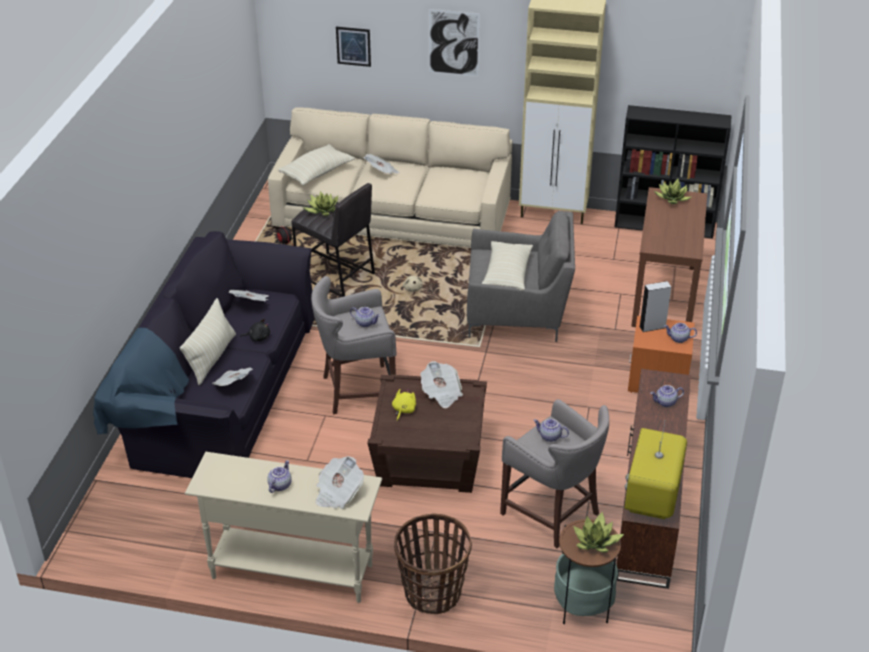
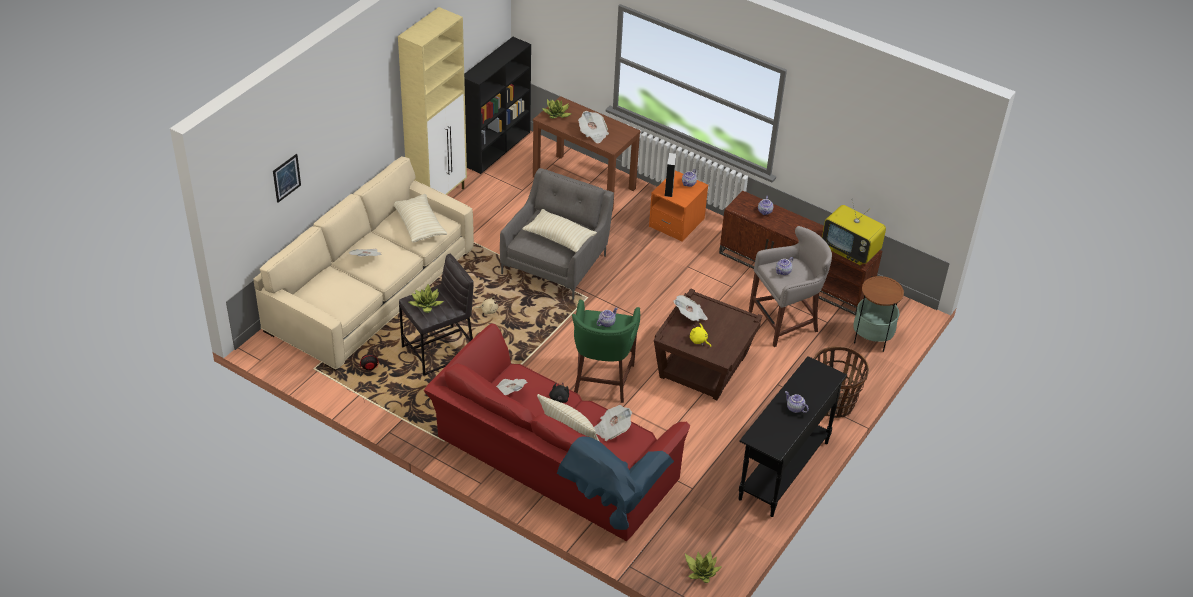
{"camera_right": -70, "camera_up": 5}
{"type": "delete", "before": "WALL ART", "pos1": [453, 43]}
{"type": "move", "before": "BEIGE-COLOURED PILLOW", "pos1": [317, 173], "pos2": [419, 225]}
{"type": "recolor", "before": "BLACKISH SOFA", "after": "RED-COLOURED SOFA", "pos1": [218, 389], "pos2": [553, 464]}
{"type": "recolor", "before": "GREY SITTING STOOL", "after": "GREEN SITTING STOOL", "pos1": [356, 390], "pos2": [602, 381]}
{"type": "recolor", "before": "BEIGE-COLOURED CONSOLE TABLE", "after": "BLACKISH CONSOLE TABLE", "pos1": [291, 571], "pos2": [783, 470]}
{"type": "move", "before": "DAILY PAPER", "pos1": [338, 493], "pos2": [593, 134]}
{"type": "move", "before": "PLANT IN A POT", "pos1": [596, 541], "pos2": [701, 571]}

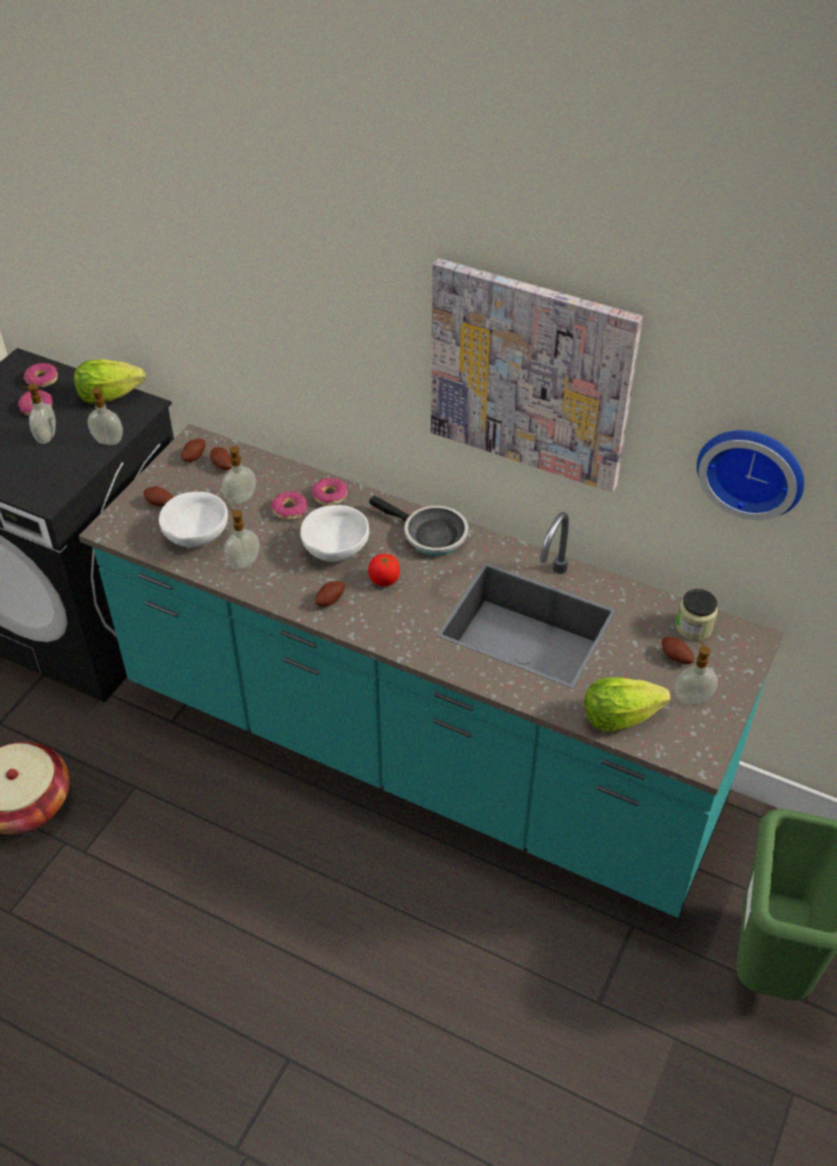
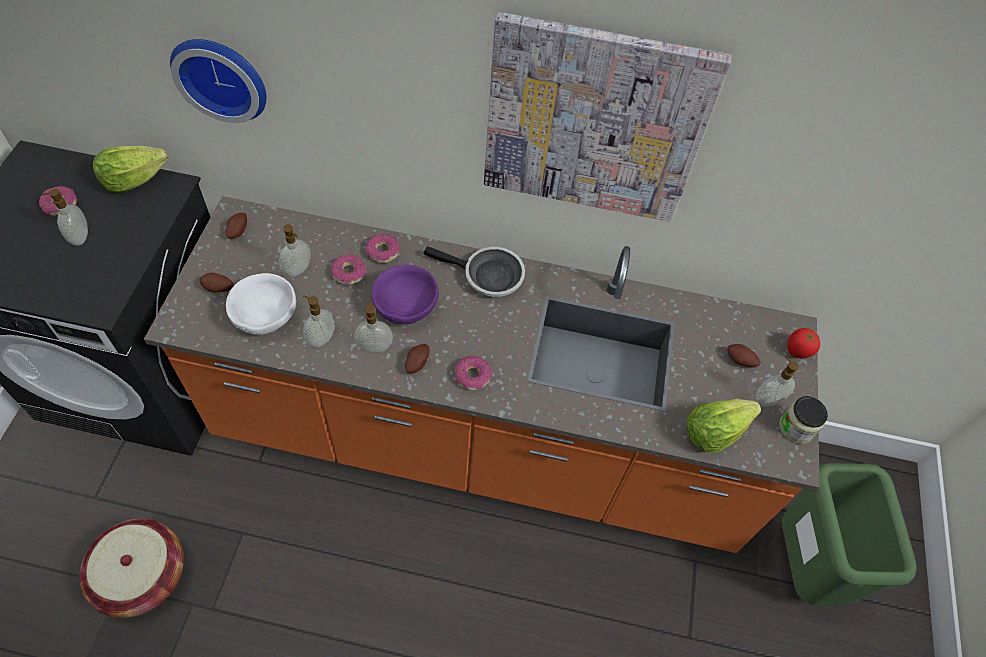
{"camera_right": -20, "camera_up": 10}
{"type": "move", "before": "DOUGHNUT", "pos1": [42, 380], "pos2": [472, 376]}
{"type": "move", "before": "SOAP BOTTLE", "pos1": [109, 440], "pos2": [375, 346]}
{"type": "recolor", "before": "TURQUOISE-COLOURED KITCHEN BASE UNIT", "after": "ORANGE-COLOURED KITCHEN BASE UNIT", "pos1": [418, 750], "pos2": [481, 441]}
{"type": "move", "before": "WALL CLOCK", "pos1": [752, 469], "pos2": [222, 76]}
{"type": "delete", "before": "SPUD", "pos1": [222, 466]}
{"type": "recolor", "before": "WHITISH DEEP DISH", "after": "PURPLISH DEEP DISH", "pos1": [335, 548], "pos2": [405, 306]}
{"type": "move", "before": "WHOLE TOMATO", "pos1": [384, 580], "pos2": [797, 351]}
{"type": "move", "before": "JAR", "pos1": [694, 627], "pos2": [796, 428]}

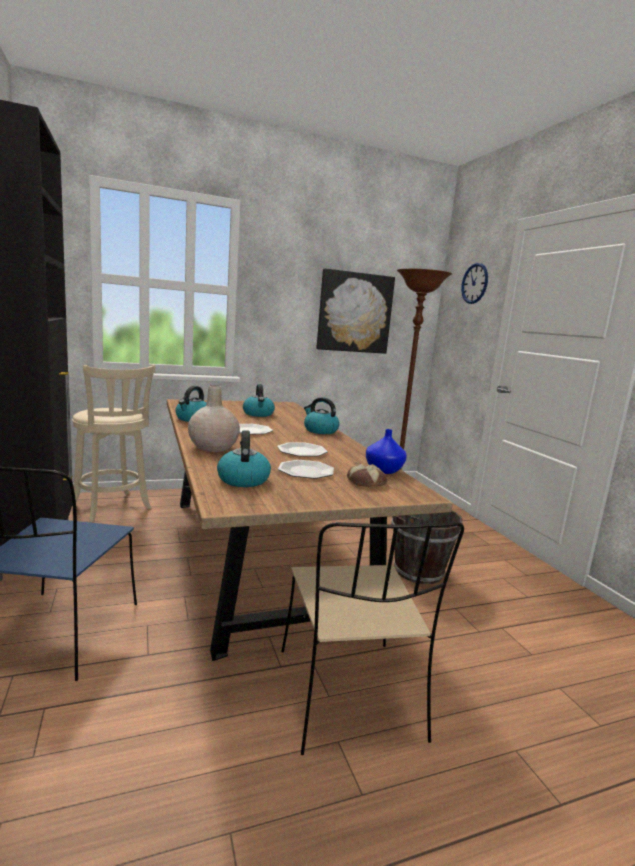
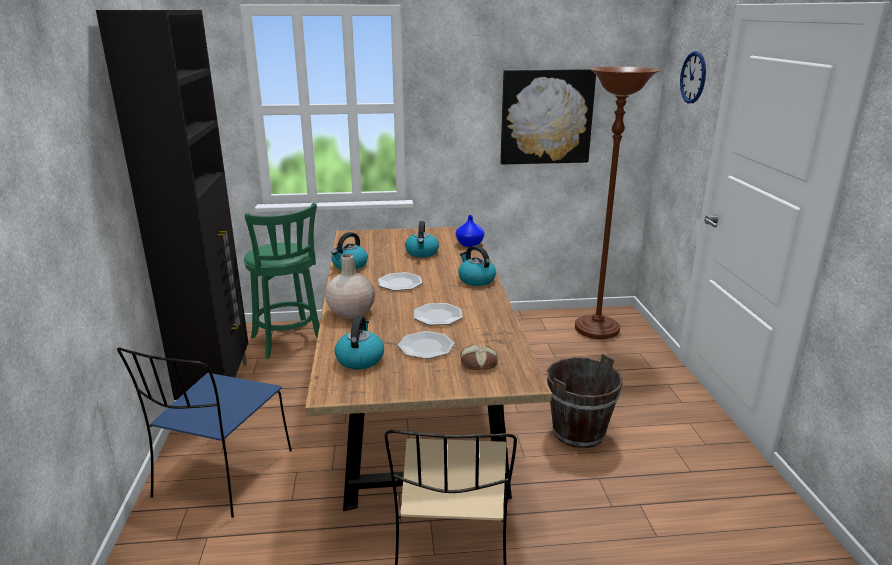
{"camera_right": 15, "camera_up": 10}
{"type": "recolor", "before": "BEIGE-COLOURED SITTING STOOL", "after": "GREEN SITTING STOOL", "pos1": [112, 508], "pos2": [289, 342]}
{"type": "move", "before": "BLUE VASE", "pos1": [384, 470], "pos2": [470, 244]}

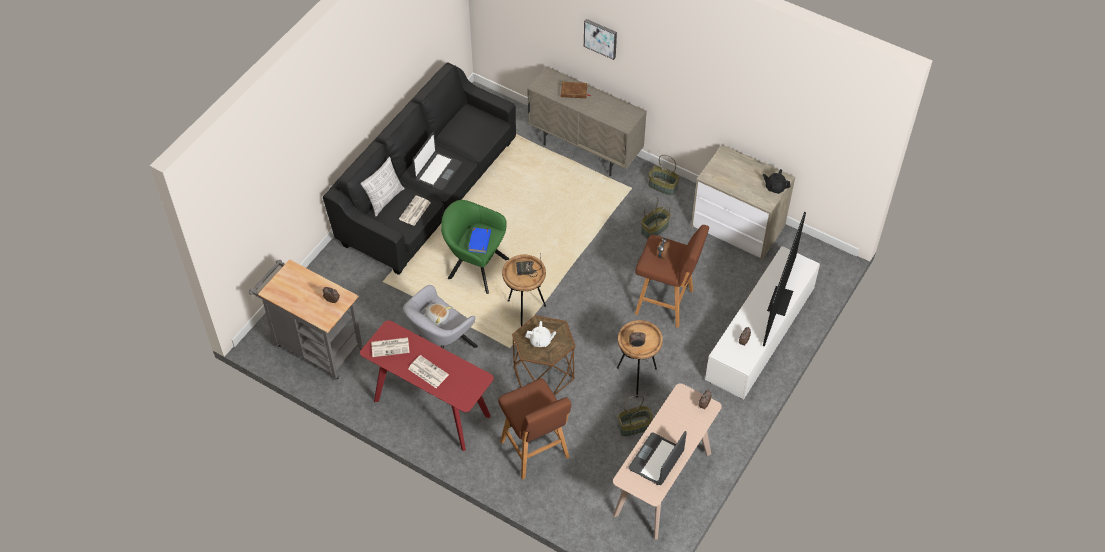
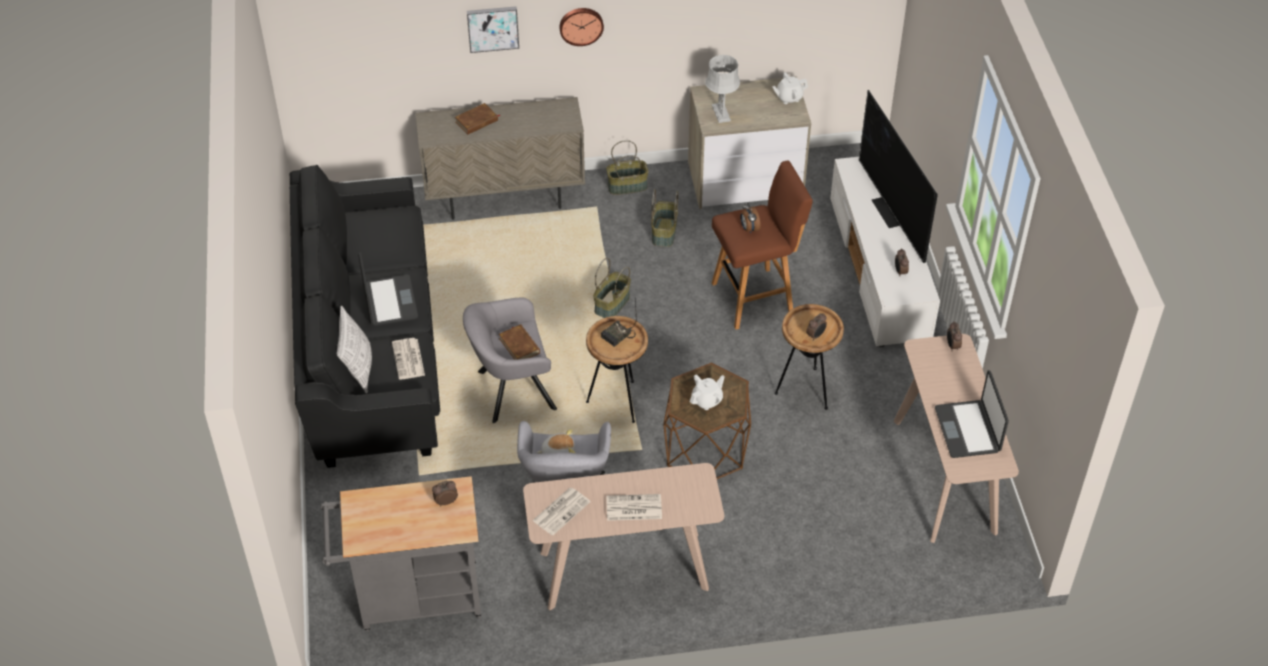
{"camera_right": -40, "camera_up": -5}
{"type": "recolor", "before": "BLACKISH POT FOR TEA", "after": "WHITISH POT FOR TEA", "pos1": [775, 187], "pos2": [789, 97]}
{"type": "recolor", "before": "GREEN ARMCHAIR", "after": "GREY ARMCHAIR", "pos1": [475, 267], "pos2": [511, 391]}
{"type": "recolor", "before": "BLUE BOOK", "after": "BROWNISH BOOK", "pos1": [480, 241], "pos2": [519, 345]}
{"type": "recolor", "before": "RED-COLOURED CONSOLE TABLE", "after": "BEIGE-COLOURED CONSOLE TABLE", "pos1": [431, 408], "pos2": [623, 571]}
{"type": "delete", "before": "BROWNISH SITTING STOOL", "pos1": [535, 451]}
{"type": "move", "before": "HOUSEHOLD BASKET", "pos1": [634, 426], "pos2": [612, 305]}
{"type": "insert", "after": "WALL CLOCK", "pos2": [581, 25]}
{"type": "insert", "after": "GREY TABLE LAMP", "pos2": [720, 113]}

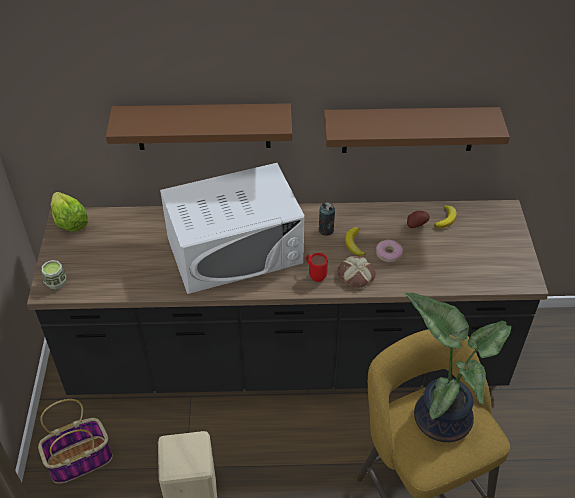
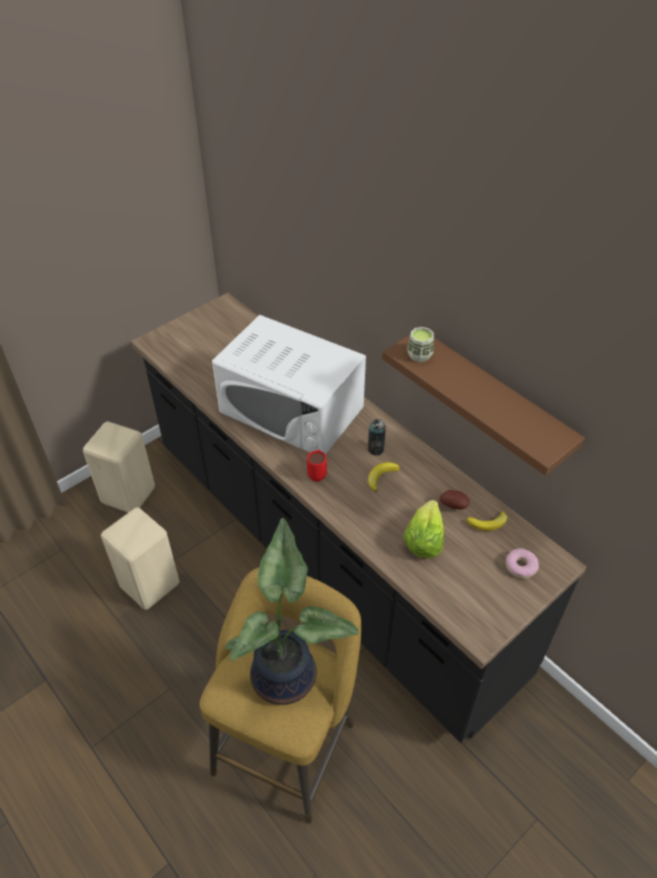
{"camera_right": 50, "camera_up": 0}
{"type": "delete", "before": "BROWNISH BRACKET SHELF", "pos1": [203, 126]}
{"type": "move", "before": "HEAD OF LETTUCE", "pos1": [69, 221], "pos2": [424, 539]}
{"type": "move", "before": "DOUGHNUT", "pos1": [388, 254], "pos2": [521, 566]}
{"type": "delete", "before": "BAKERY BREAD", "pos1": [355, 275]}
{"type": "move", "before": "CUP", "pos1": [56, 282], "pos2": [419, 355]}
{"type": "replace", "before": "HOUSEHOLD BASKET", "after": "BEIGE-COLOURED SITTING STOOL", "pos1": [80, 459], "pos2": [130, 494]}

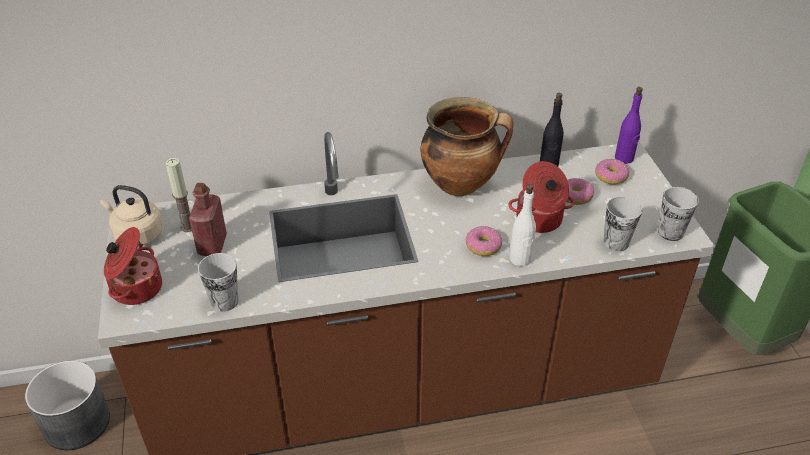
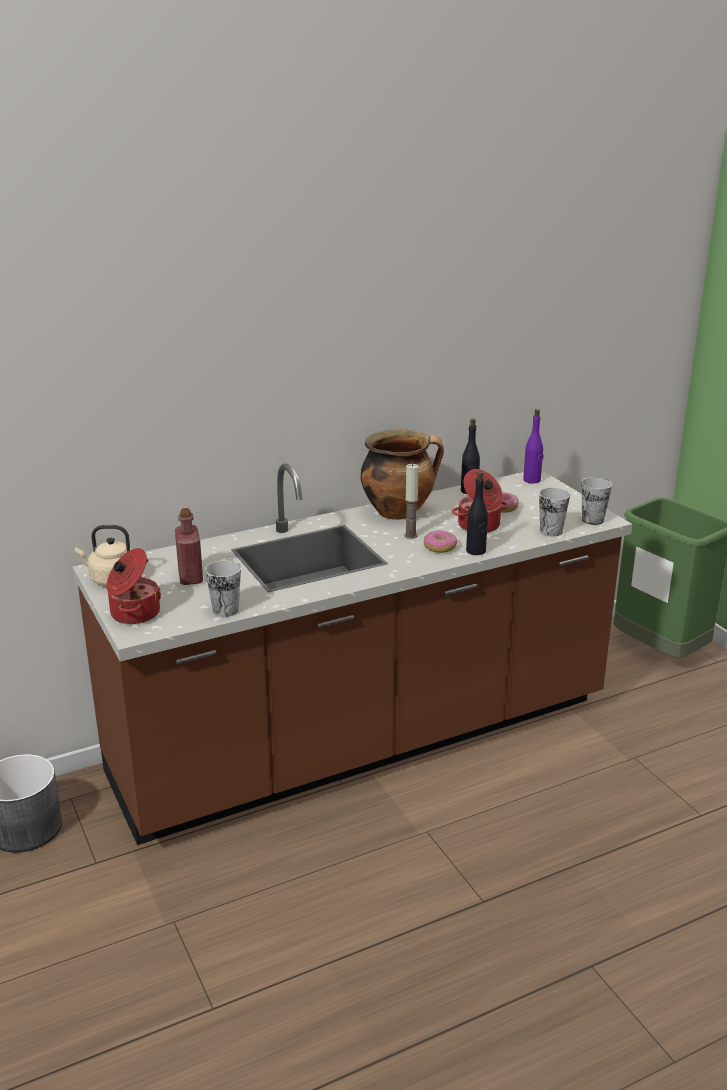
{"camera_right": -15, "camera_up": -15}
{"type": "move", "before": "WAX LIGHT", "pos1": [188, 227], "pos2": [410, 535]}
{"type": "delete", "before": "DOUGHNUT", "pos1": [611, 176]}
{"type": "recolor", "before": "WHITISH BEVERAGE BOTTLE", "after": "BLACKISH BEVERAGE BOTTLE", "pos1": [520, 259], "pos2": [476, 551]}

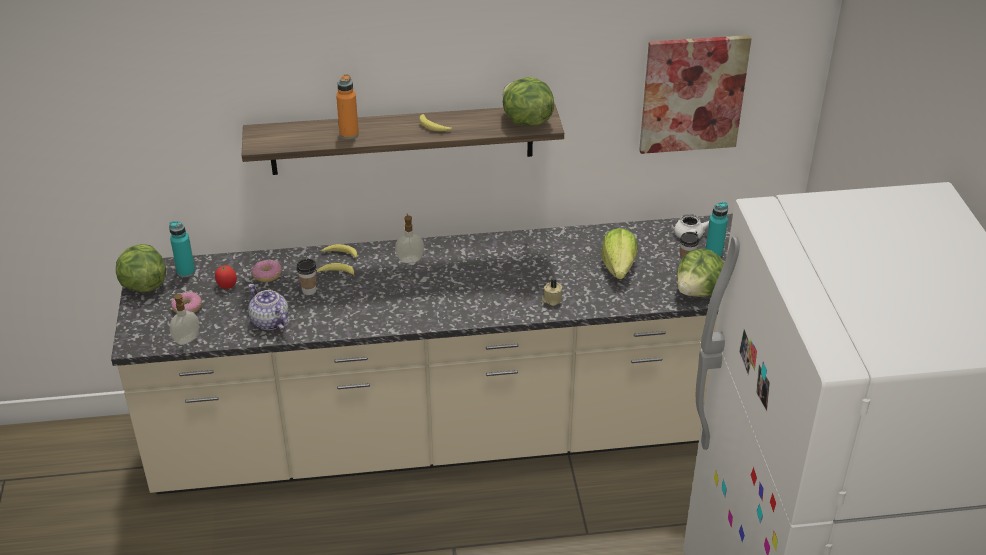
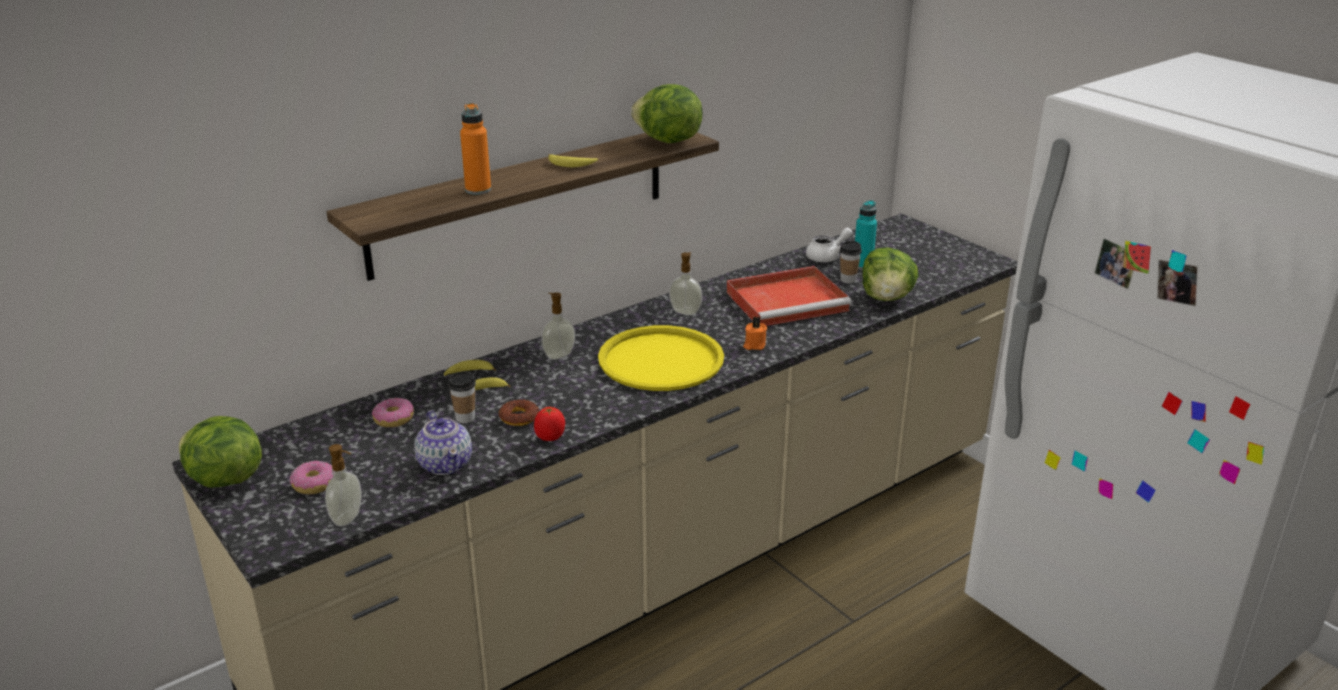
{"camera_right": -30, "camera_up": -10}
{"type": "delete", "before": "WALL ART", "pos1": [692, 94]}
{"type": "delete", "before": "TURQUOISE-COLOURED BEVERAGE BOTTLE", "pos1": [186, 271]}
{"type": "replace", "before": "HEAD OF LETTUCE", "after": "RED-COLOURED SERVING TRAY", "pos1": [618, 267], "pos2": [789, 301]}
{"type": "move", "before": "WHOLE TOMATO", "pos1": [227, 286], "pos2": [550, 437]}
{"type": "recolor", "before": "BEIGE-COLOURED WAX LIGHT", "after": "ORANGE-COLOURED WAX LIGHT", "pos1": [551, 299], "pos2": [754, 345]}
{"type": "rotate", "before": "POT FOR TEA", "pos1": [270, 322], "pos2": [445, 464], "turn": -135}
{"type": "insert", "after": "SOAP BOTTLE", "pos2": [685, 311]}
{"type": "insert", "after": "YELLOW SERVING TRAY", "pos2": [661, 360]}
{"type": "insert", "after": "DOUGHNUT", "pos2": [519, 417]}

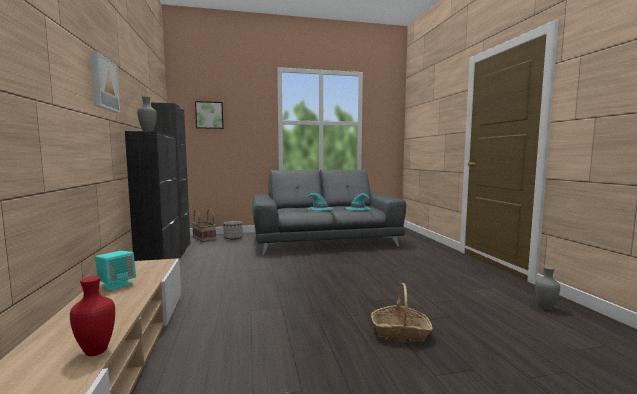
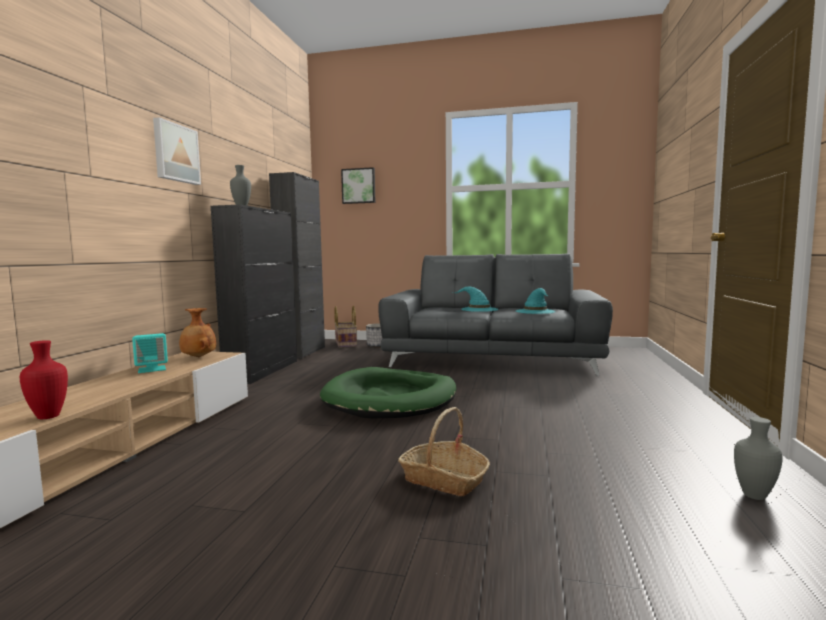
{"camera_right": 25, "camera_up": 0}
{"type": "insert", "after": "BROWNISH VASE", "pos2": [198, 357]}
{"type": "insert", "after": "GREEN DOG BED", "pos2": [390, 399]}

